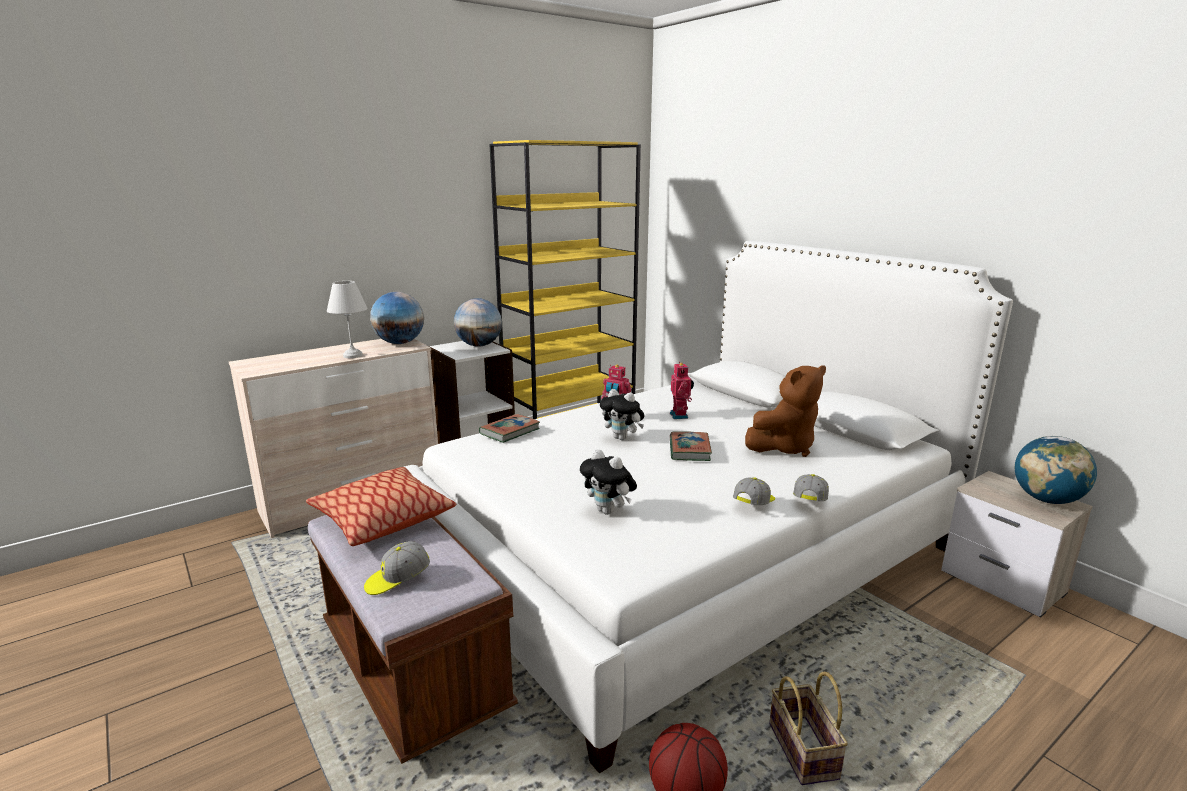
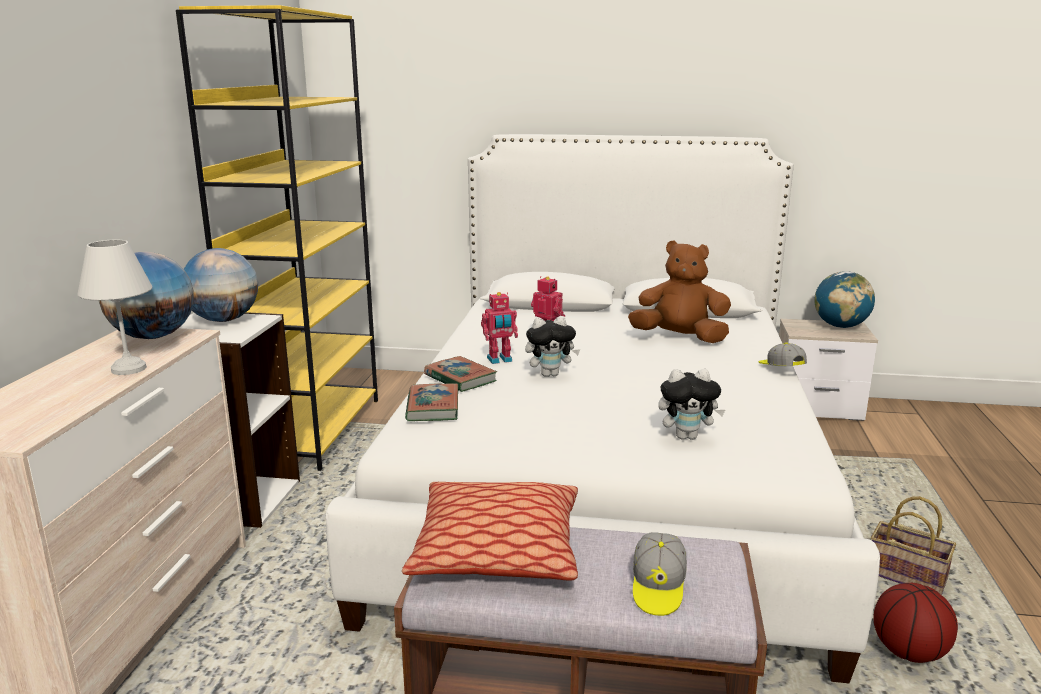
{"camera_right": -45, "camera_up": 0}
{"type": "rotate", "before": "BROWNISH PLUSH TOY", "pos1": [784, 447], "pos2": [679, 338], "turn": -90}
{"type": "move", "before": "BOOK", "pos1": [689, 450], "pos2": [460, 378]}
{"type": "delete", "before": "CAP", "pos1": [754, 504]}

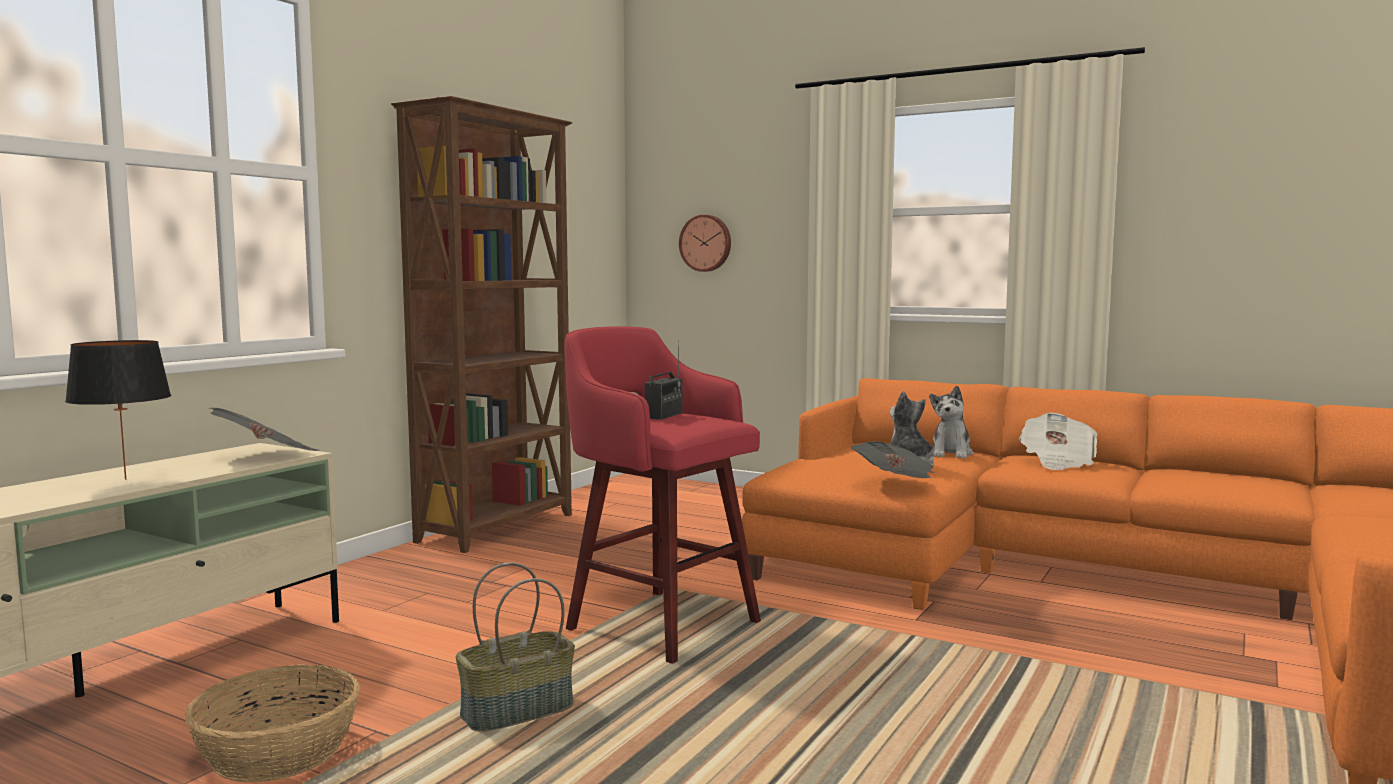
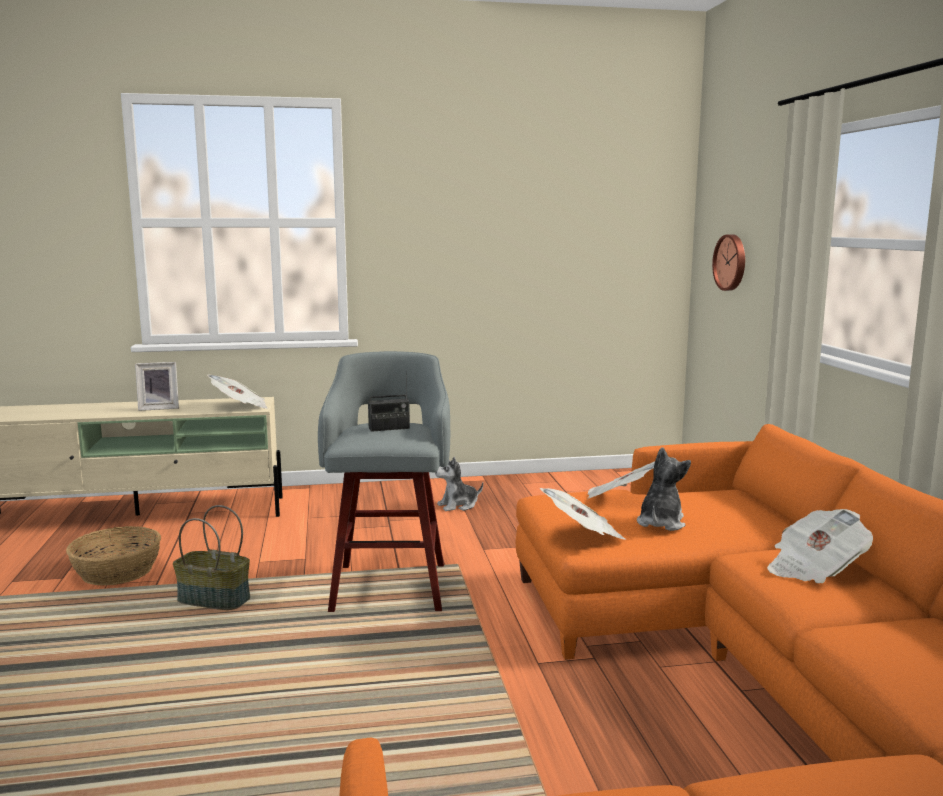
{"camera_right": 50, "camera_up": 5}
{"type": "delete", "before": "BROWNISH BOOKSHELF", "pos1": [499, 528]}
{"type": "recolor", "before": "RED-COLOURED SITTING STOOL", "after": "GREY SITTING STOOL", "pos1": [659, 623], "pos2": [390, 585]}
{"type": "replace", "before": "BLACKISH TABLE LAMP", "after": "PICTURE FRAME", "pos1": [125, 479], "pos2": [159, 408]}
{"type": "move", "before": "PLUSH TOY", "pos1": [951, 453], "pos2": [458, 505]}
{"type": "insert", "after": "DAILY PAPER", "pos2": [619, 499]}

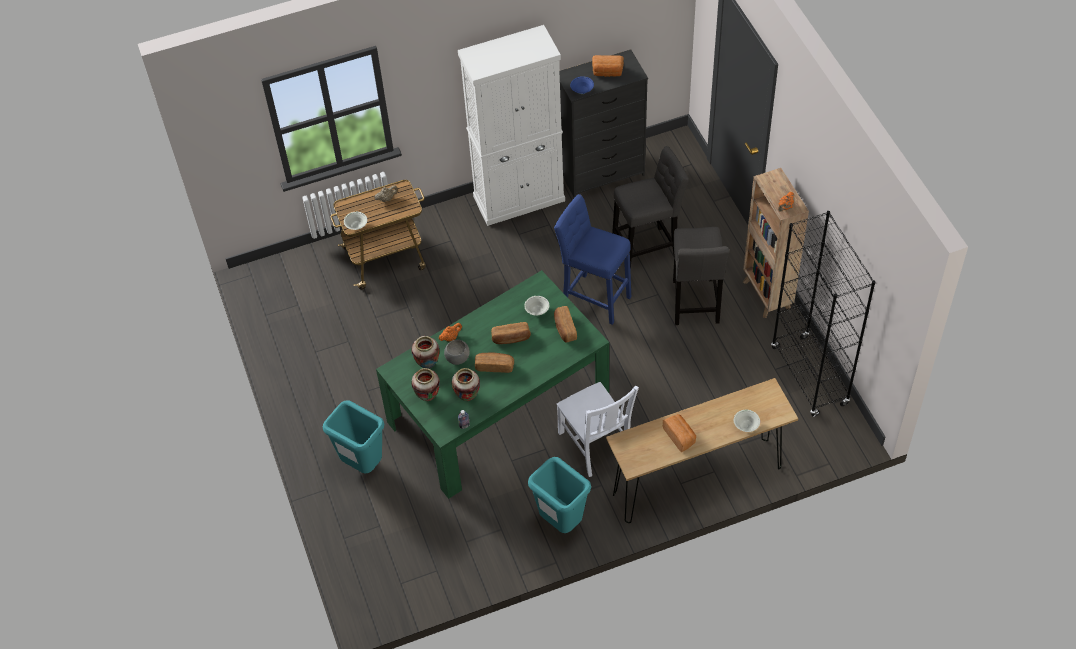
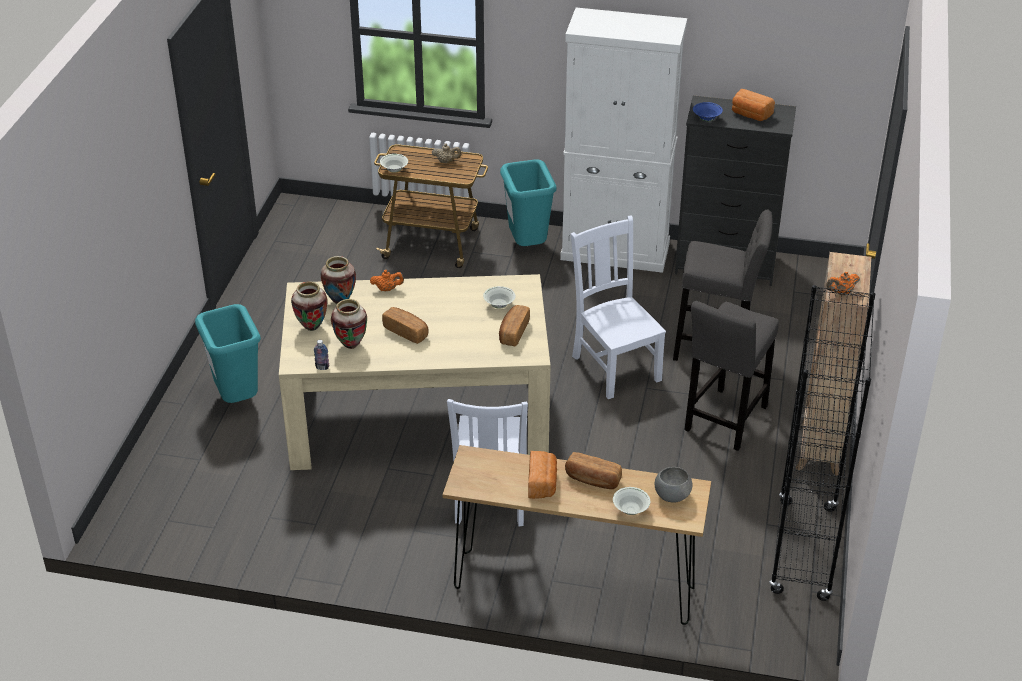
{"camera_right": 30, "camera_up": -15}
{"type": "replace", "before": "BLUE SITTING STOOL", "after": "WHITISH CHAIR", "pos1": [593, 298], "pos2": [615, 366]}
{"type": "recolor", "before": "GREEN KITCHEN TABLE", "after": "BEIGE-COLOURED KITCHEN TABLE", "pos1": [498, 409], "pos2": [419, 416]}
{"type": "move", "before": "BAKERY BREAD", "pos1": [511, 338], "pos2": [592, 480]}
{"type": "move", "before": "GREY DEEP DISH", "pos1": [457, 358], "pos2": [671, 496]}
{"type": "move", "before": "TURQUOISE-COLOURED WASTE BIN", "pos1": [560, 522], "pos2": [527, 246]}

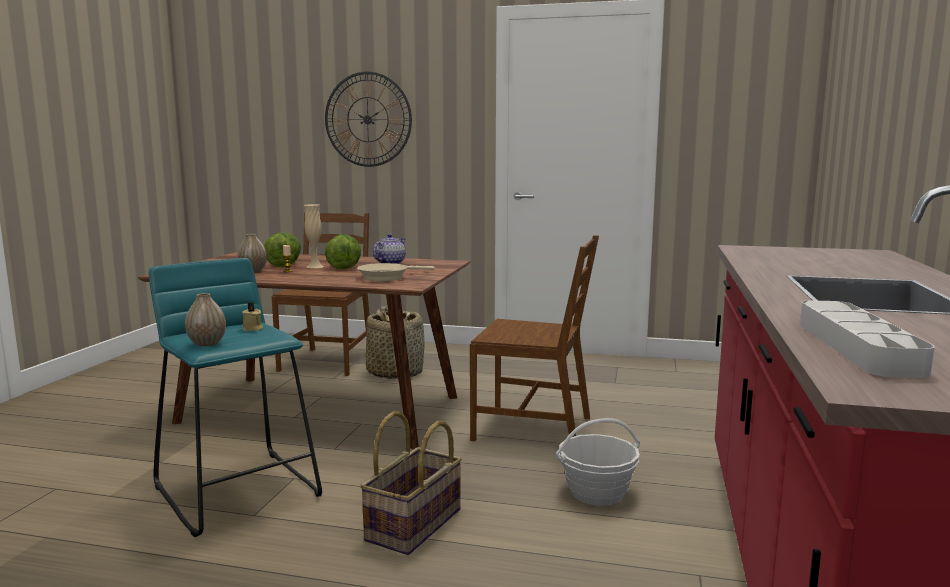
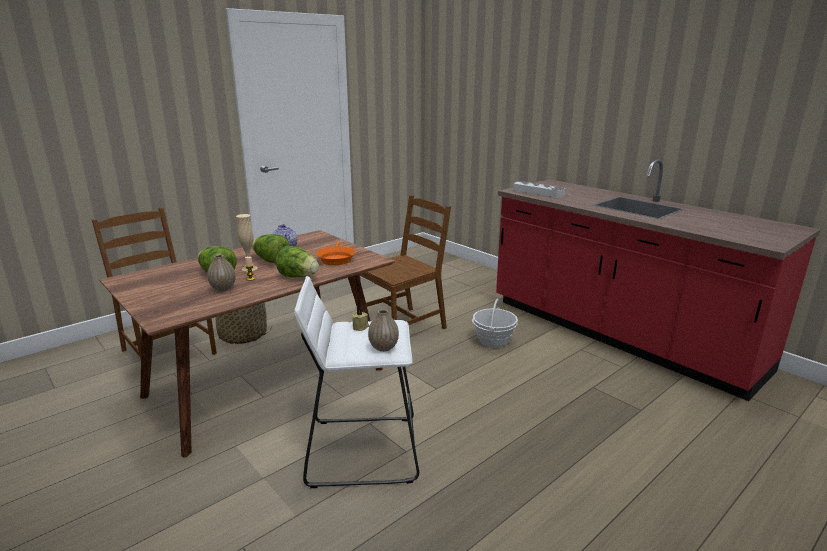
{"camera_right": -55, "camera_up": 10}
{"type": "delete", "before": "WALL CLOCK", "pos1": [368, 119]}
{"type": "recolor", "before": "TURQUOISE-COLOURED SITTING STOOL", "after": "WHITISH SITTING STOOL", "pos1": [239, 490], "pos2": [362, 449]}
{"type": "recolor", "before": "BEIGE-COLOURED FRYING PAN", "after": "ORANGE-COLOURED FRYING PAN", "pos1": [387, 277], "pos2": [336, 259]}
{"type": "move", "before": "GREY SERVING TRAY", "pos1": [857, 346], "pos2": [538, 192]}
{"type": "delete", "before": "HOUSEHOLD BASKET", "pos1": [415, 525]}
{"type": "insert", "after": "HEAD OF LETTUCE", "pos2": [298, 277]}

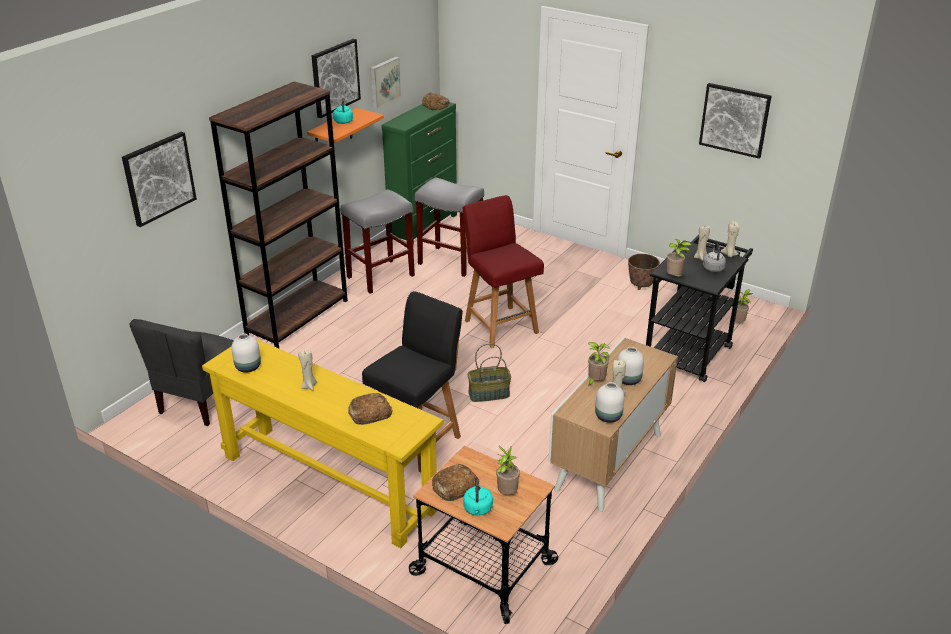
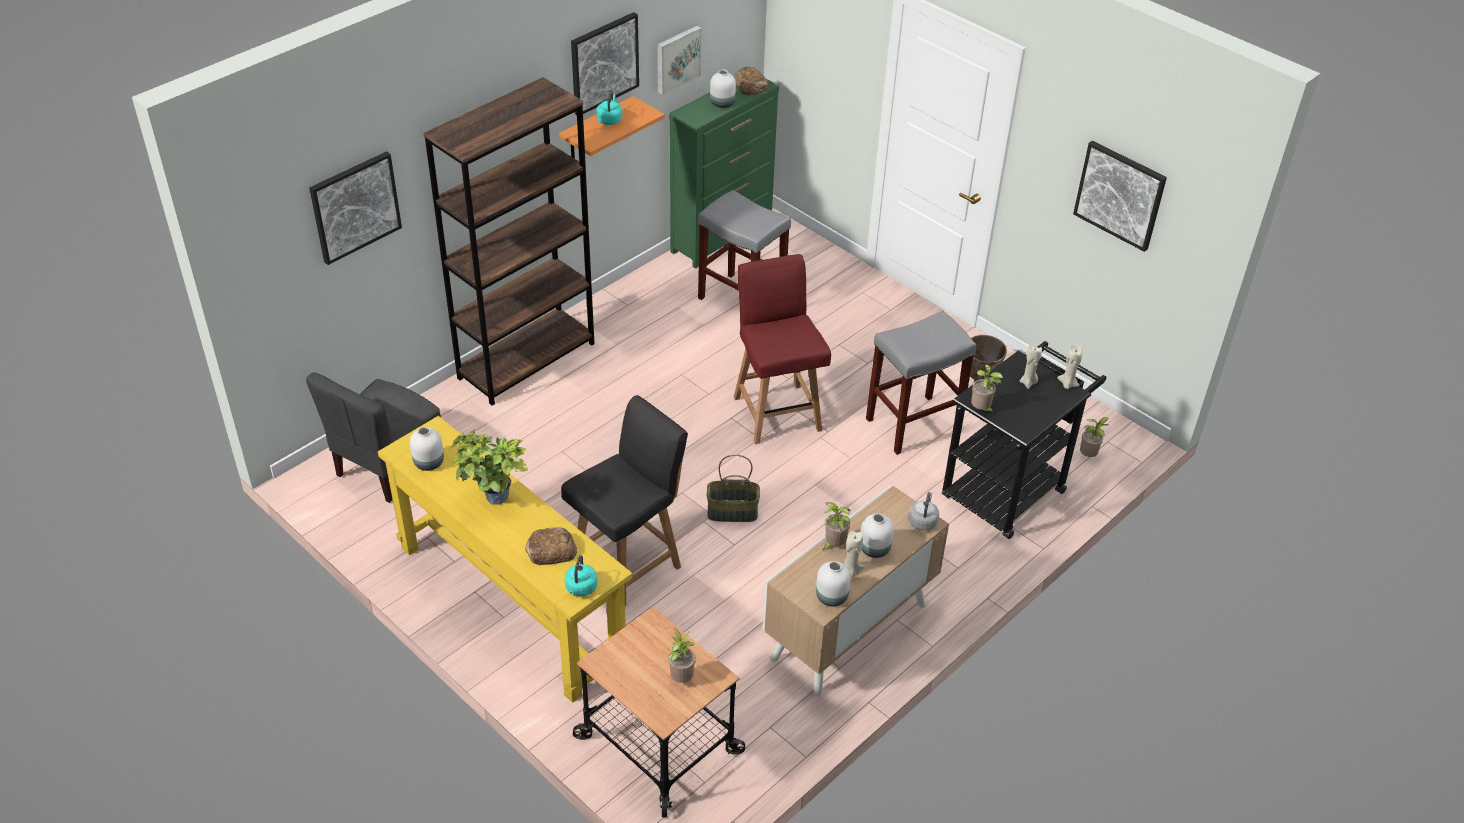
{"camera_right": 10, "camera_up": 10}
{"type": "move", "before": "GREY SITTING STOOL", "pos1": [381, 276], "pos2": [913, 423]}
{"type": "move", "before": "GREY WATER KETTLE", "pos1": [713, 268], "pos2": [923, 521]}
{"type": "replace", "before": "BEIGE-COLOURED WAX LIGHT", "after": "PLANT IN A POT", "pos1": [309, 386], "pos2": [492, 501]}
{"type": "delete", "before": "BAKERY BREAD", "pos1": [454, 487]}
{"type": "move", "before": "TURQUOISE-COLOURED WATER KETTLE", "pos1": [478, 509], "pos2": [580, 589]}
{"type": "insert", "after": "WHITISH VASE", "pos2": [723, 103]}

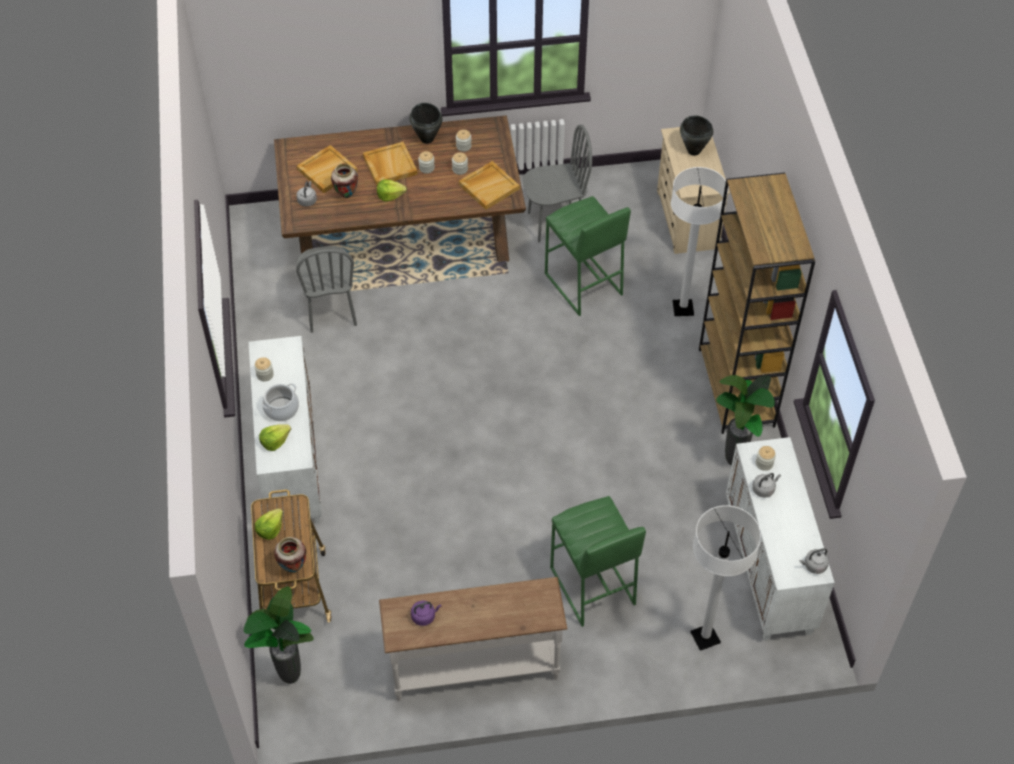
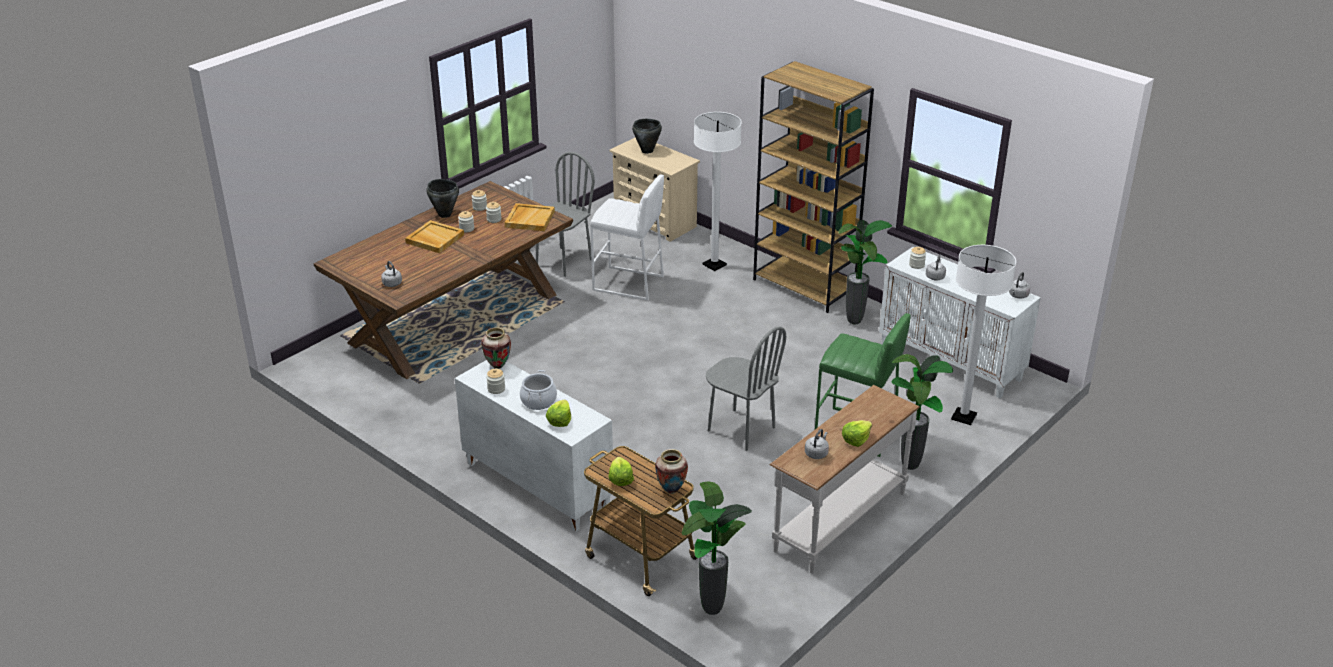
{"camera_right": -40, "camera_up": -20}
{"type": "delete", "before": "BEIGE-COLOURED SERVING TRAY", "pos1": [327, 170]}
{"type": "move", "before": "VASE", "pos1": [346, 195], "pos2": [498, 366]}
{"type": "move", "before": "HEAD OF LETTUCE", "pos1": [390, 195], "pos2": [856, 439]}
{"type": "recolor", "before": "GREEN SITTING STOOL", "after": "WHITISH SITTING STOOL", "pos1": [583, 285], "pos2": [628, 284]}
{"type": "move", "before": "GREY CHAIR", "pos1": [330, 311], "pos2": [741, 429]}
{"type": "recolor", "before": "PURPLISH WATER KETTLE", "after": "GREY WATER KETTLE", "pos1": [424, 616], "pos2": [816, 453]}
{"type": "insert", "after": "PLANT IN A POT", "pos2": [911, 467]}

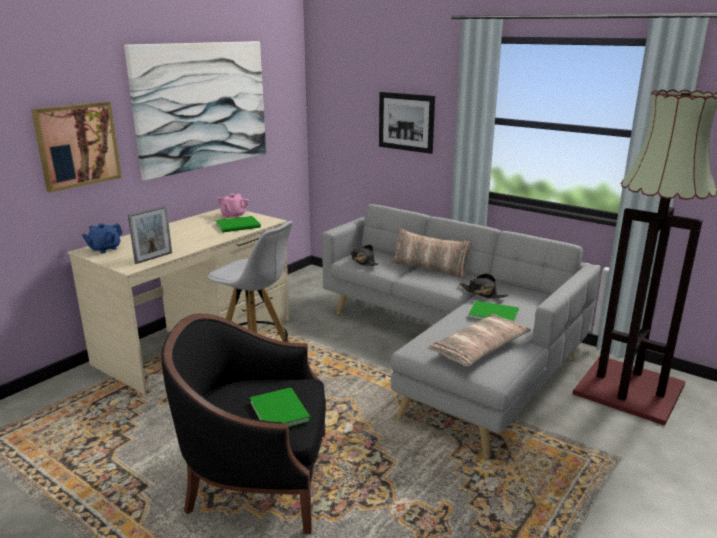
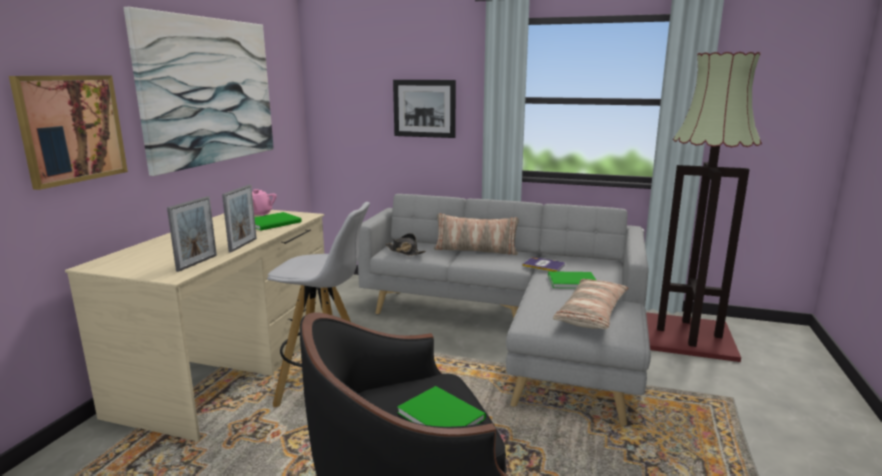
{"camera_right": -20, "camera_up": -5}
{"type": "delete", "before": "BLUE POT FOR TEA", "pos1": [104, 249]}
{"type": "replace", "before": "BLACKISH HAT", "after": "BOOK", "pos1": [482, 293], "pos2": [544, 265]}
{"type": "insert", "after": "PICTURE FRAME", "pos2": [243, 245]}

